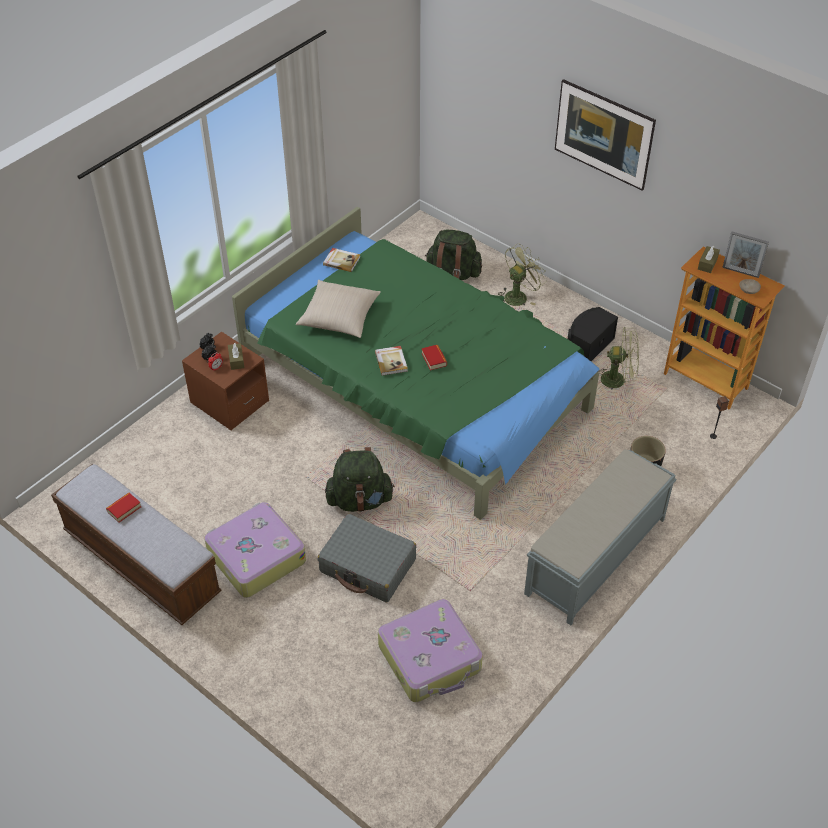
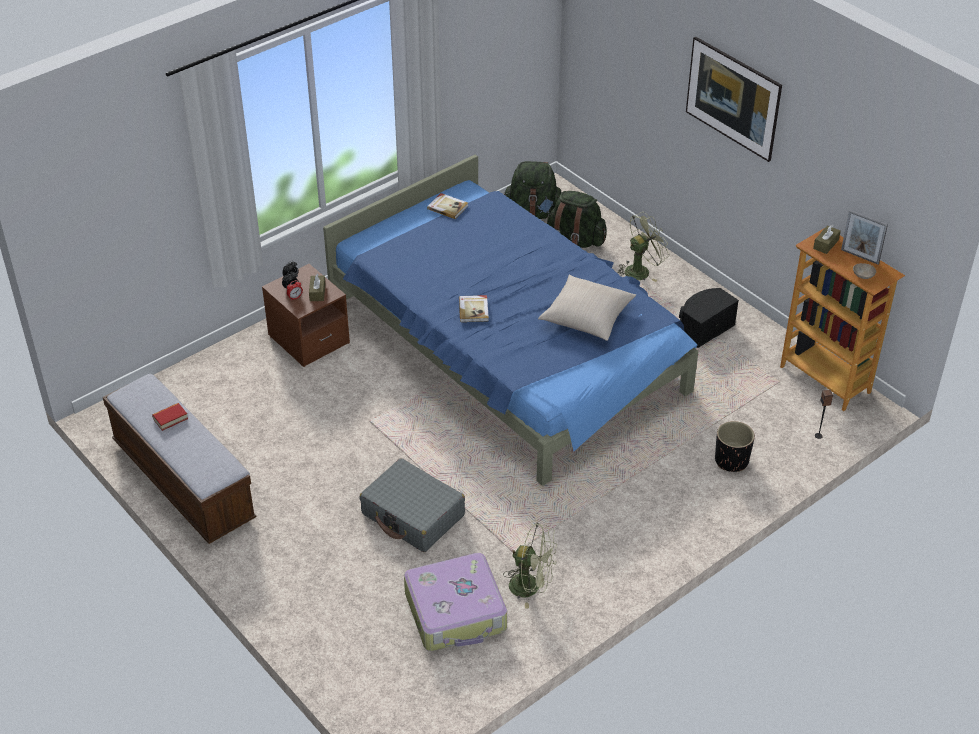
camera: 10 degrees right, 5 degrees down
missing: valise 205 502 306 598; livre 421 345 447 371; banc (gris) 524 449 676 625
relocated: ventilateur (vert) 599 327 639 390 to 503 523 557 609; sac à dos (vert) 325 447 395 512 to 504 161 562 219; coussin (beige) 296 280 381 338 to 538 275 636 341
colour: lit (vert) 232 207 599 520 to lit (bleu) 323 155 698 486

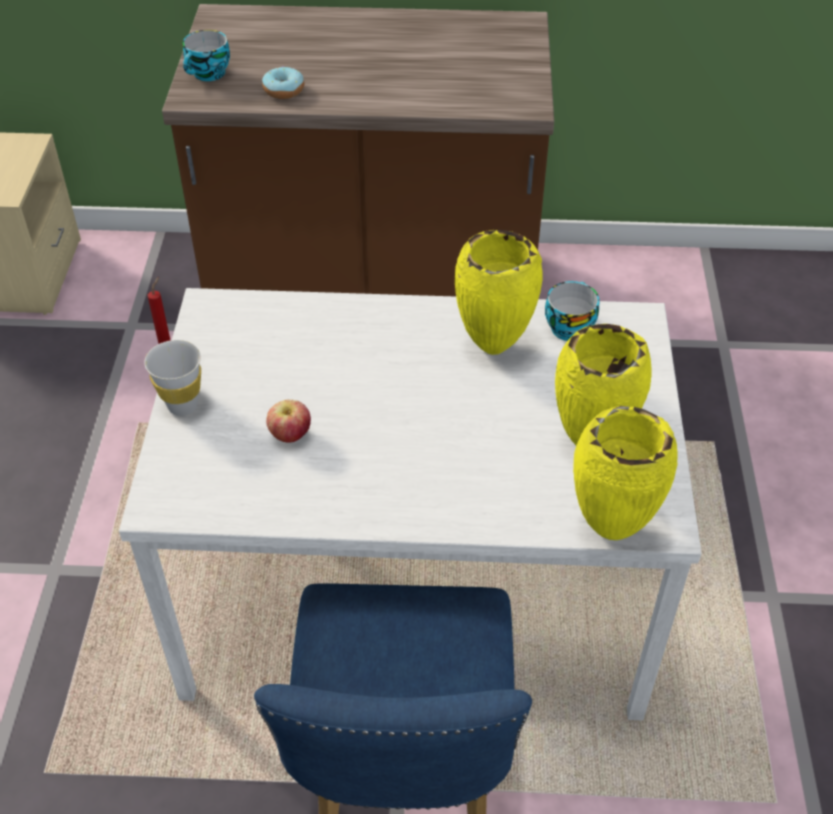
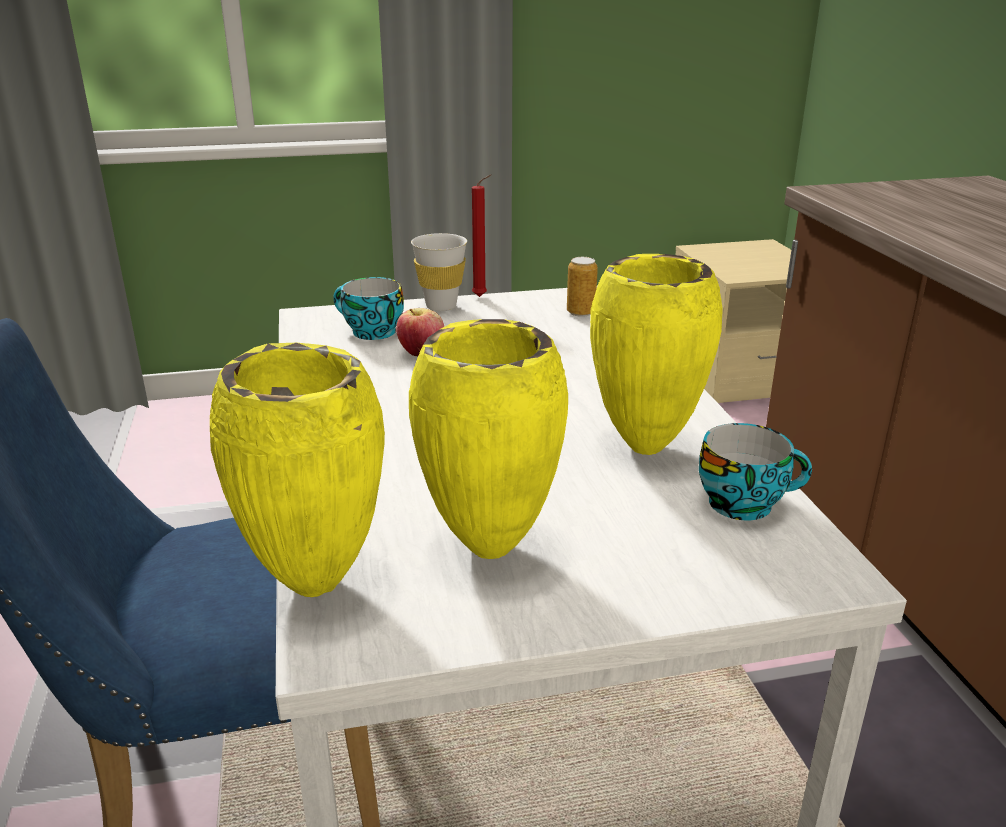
camera: 75 degrees right, 20 degrees down
missing: beignet 262 66 304 99
appeared: boîte métallique 567 257 598 317
relocated: tasse 183 30 230 81 to 333 277 404 340

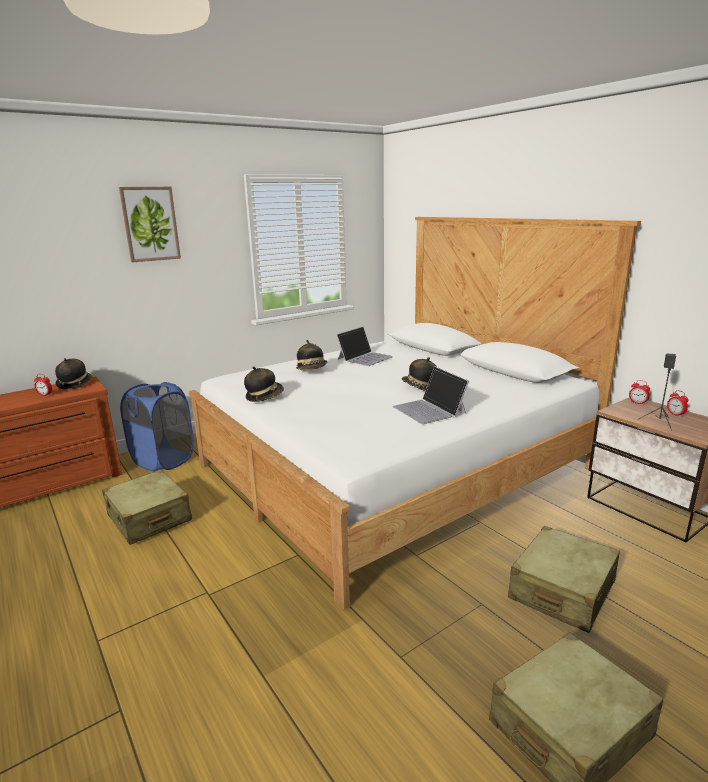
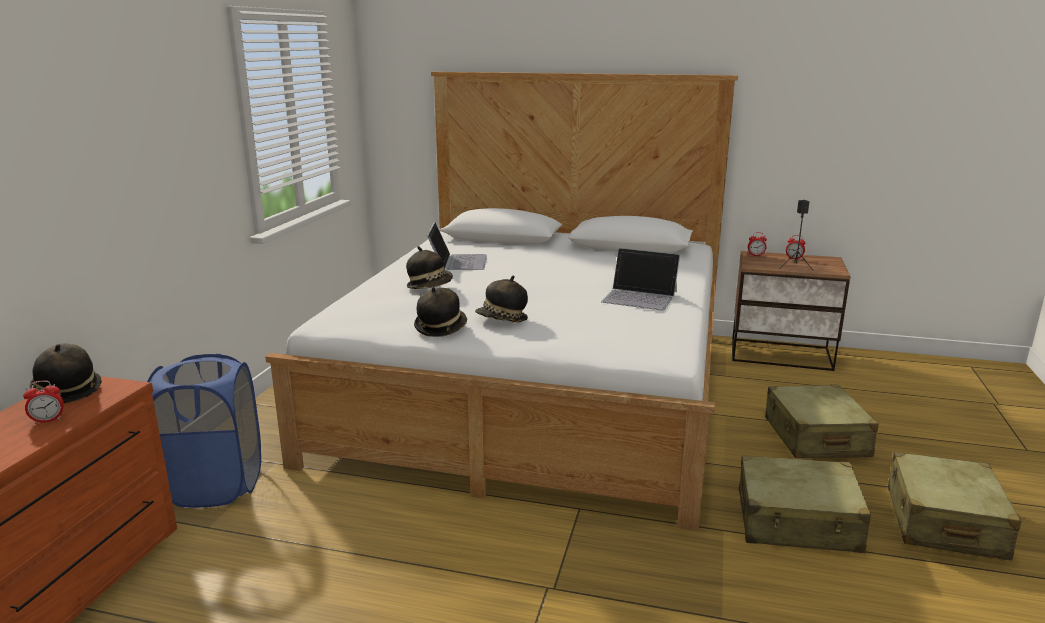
camera: 40 degrees left, 0 degrees up
missing: tableau 119 187 181 262
relocated: chapeau 402 357 437 391 to 475 275 528 323; valise (beige) 102 470 192 545 to 739 455 871 553

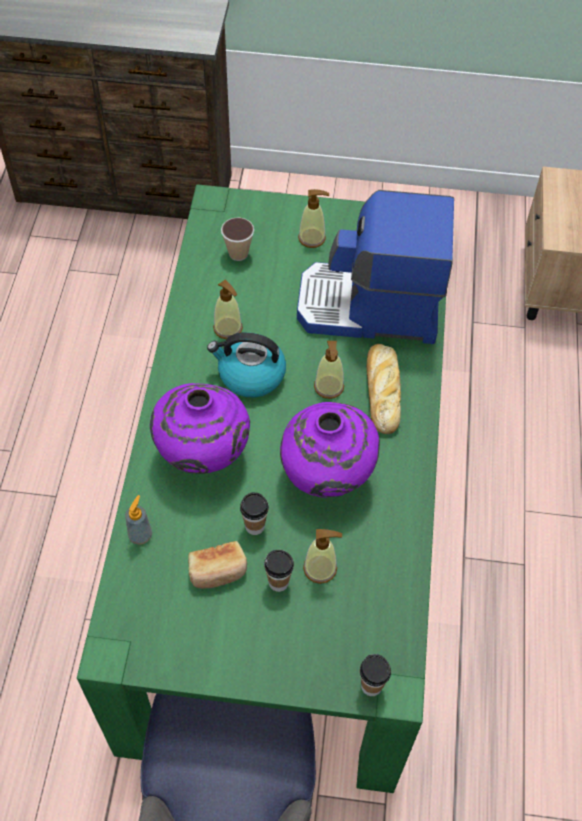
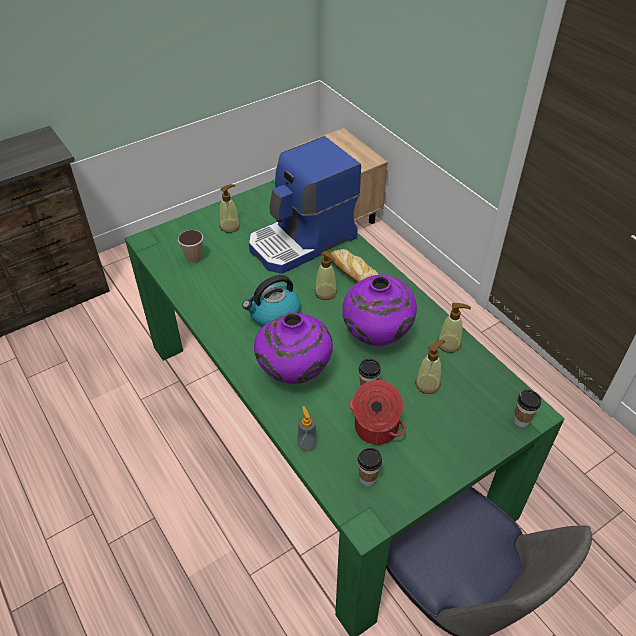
camera: 40 degrees left, 10 degrees down
relocated: tasse 264 550 294 592 to 358 448 382 486; distributeur de savon 213 280 243 339 to 437 303 471 353
exchanged: pain 188 541 247 589 to marmite 350 380 406 445

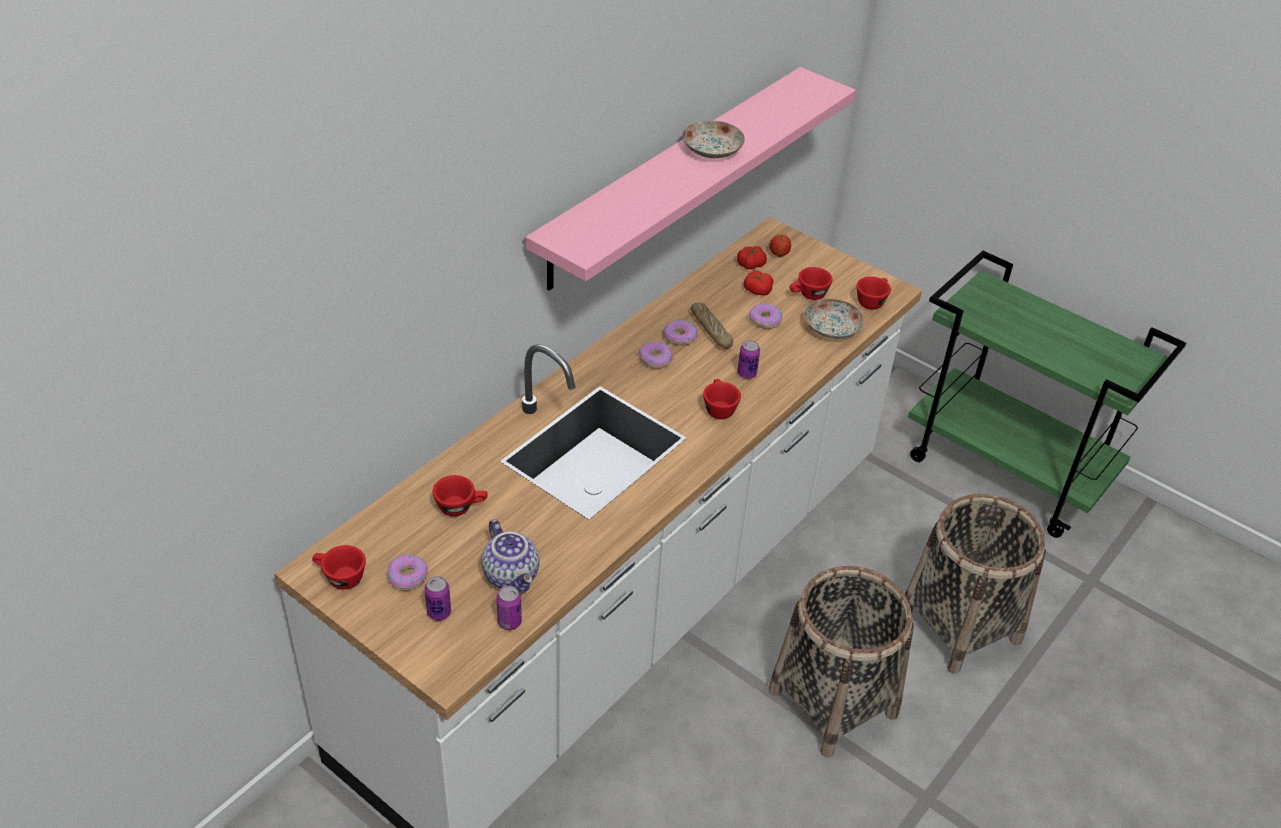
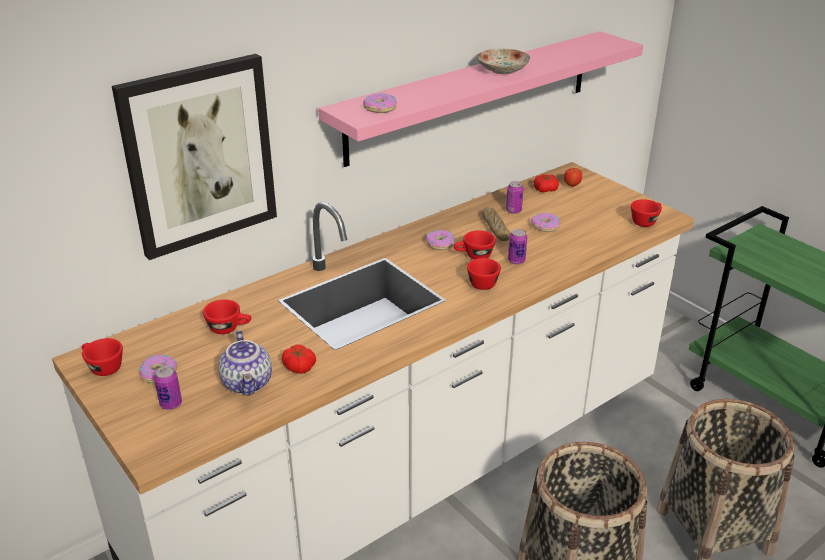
camera: 15 degrees right, 10 degrees down
missing: assiette 804 299 864 339
appeared: tableau 112 54 277 260
relocated: tomate 744 271 773 296 to 282 344 316 374; beignet 664 320 698 345 to 363 93 397 113; tasse (rouge) 790 267 833 300 to 454 230 496 259; boîte métallique 496 586 522 630 to 506 181 524 214

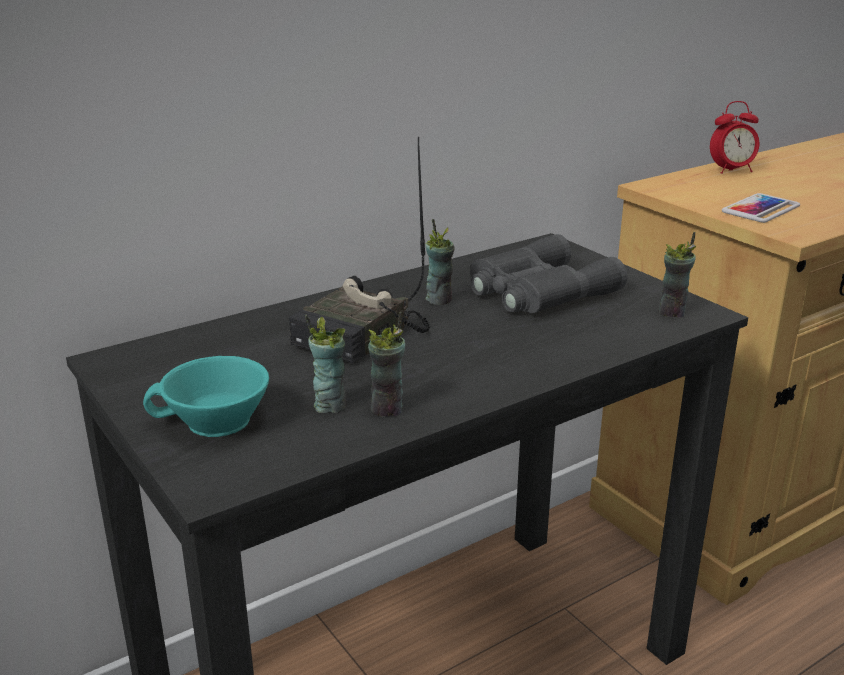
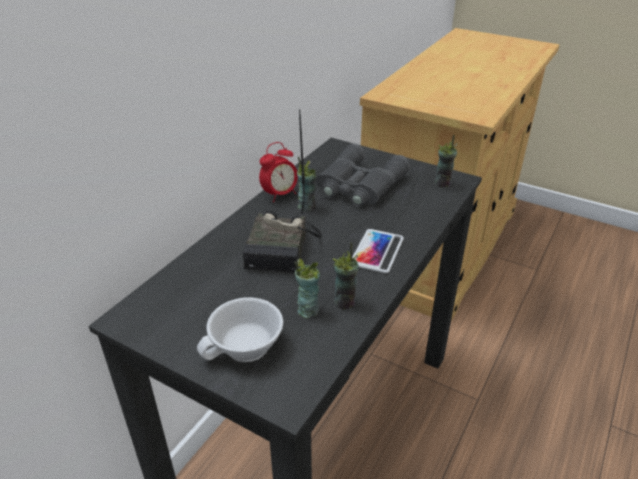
camera: 25 degrees left, 10 degrees up
relocated: réveil 710 101 759 174 to 259 142 298 202; téléphone 722 193 800 223 to 352 229 404 273
colour: tasse (turquoise) 143 356 269 437 to tasse (blanc) 197 297 283 362

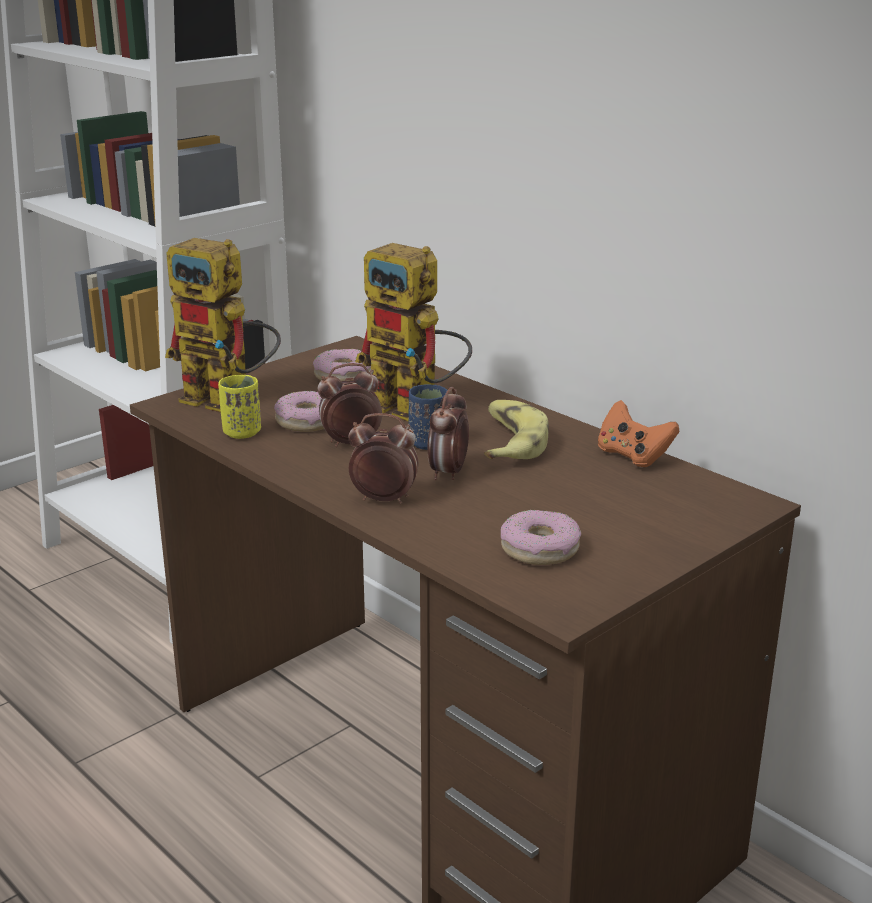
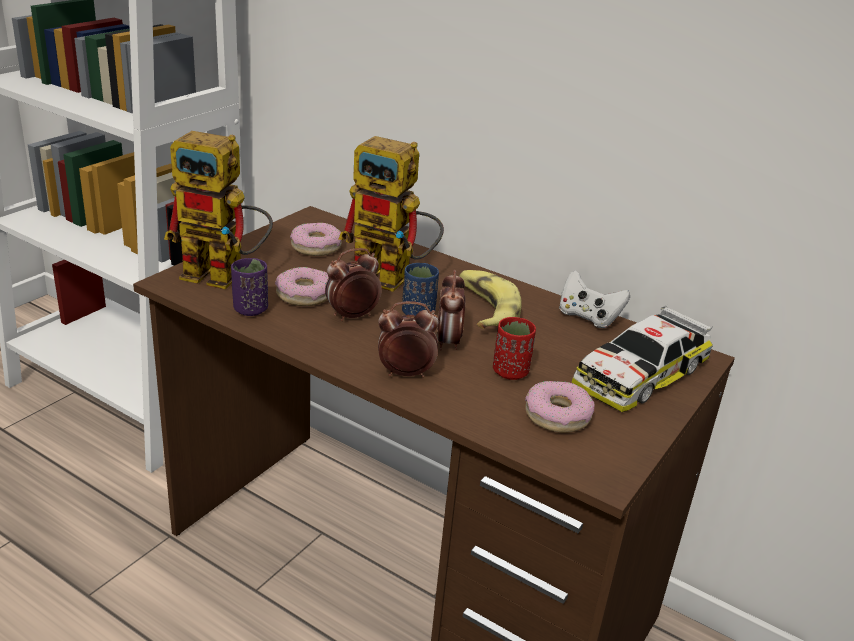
camera: 15 degrees left, 5 degrees up
appeared: tasse (rouge) 493 317 536 380; petite voiture 572 305 713 412
colour: tasse (jaune) 218 375 261 439 to tasse (violet) 231 258 268 316; manette (orange) 598 400 679 467 to manette (blanc) 559 270 630 328

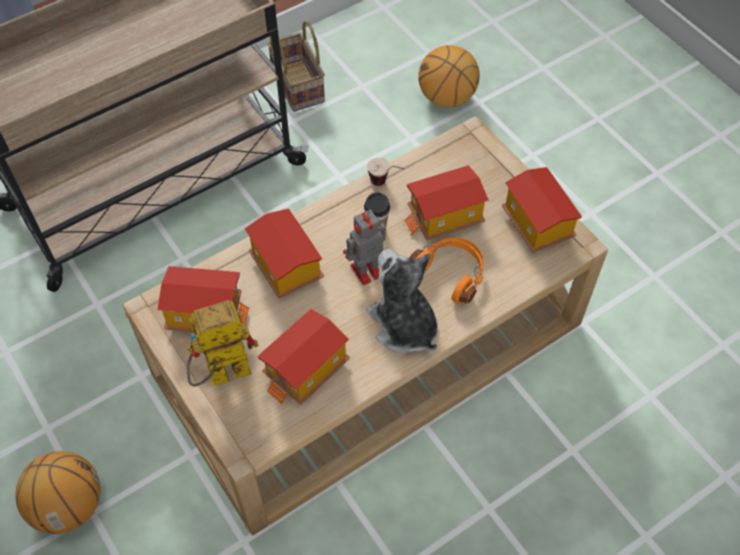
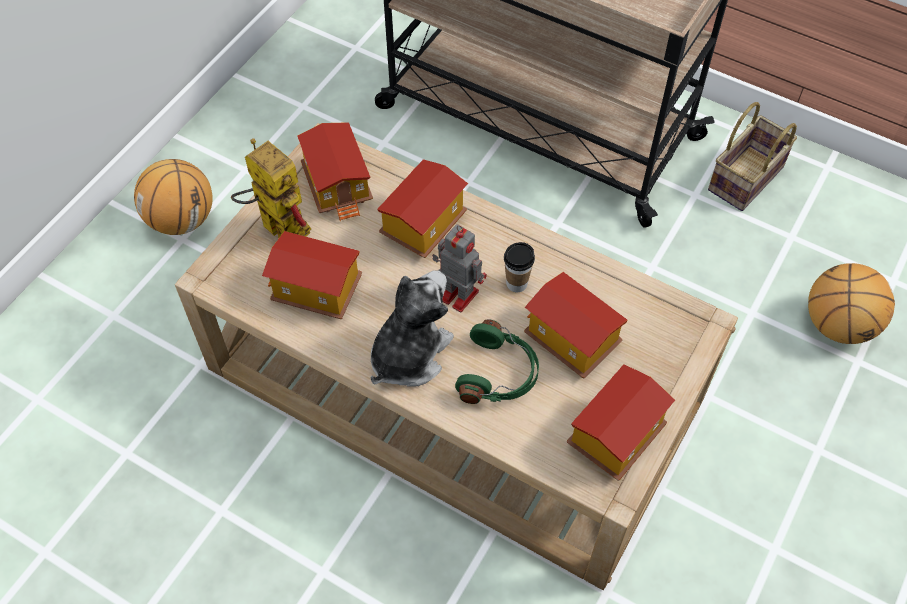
camera: 65 degrees right, 0 degrees up
missing: tasse 367 158 405 186
colour: casque audio (orange) 410 238 483 304 to casque audio (vert) 455 319 539 404

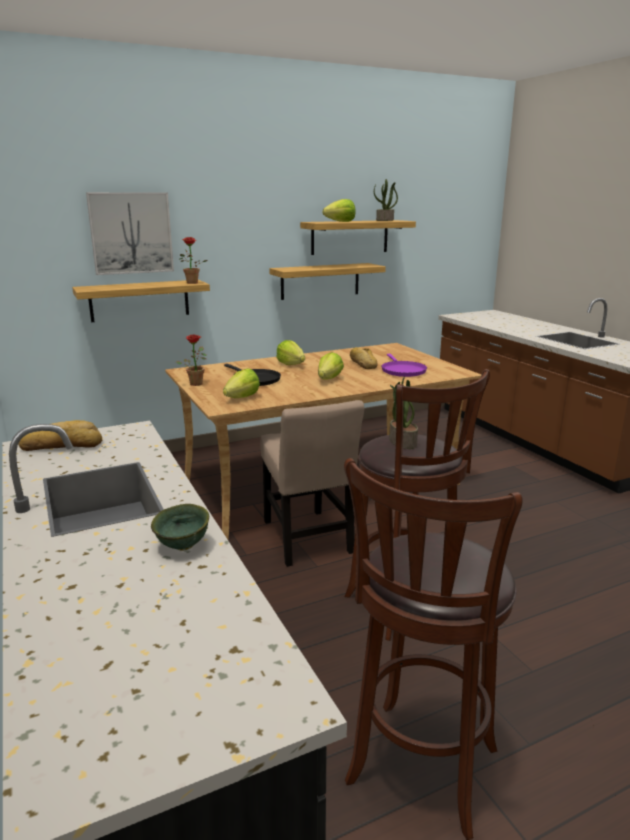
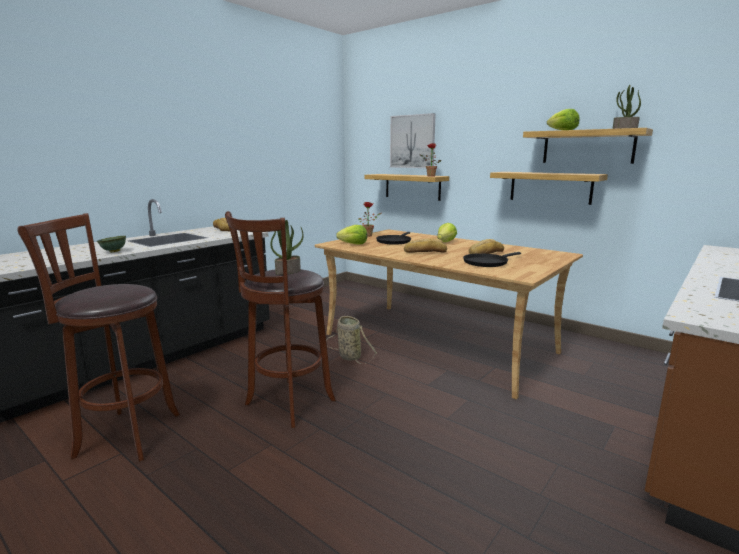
camera: 65 degrees right, 5 degrees down
exchanged: chaise (beige) 260 400 364 567 to panier 326 316 377 364; laitue 318 352 344 380 to pain 404 238 447 253
colour: poêle (violet) 382 354 427 377 to poêle (noir) 463 252 521 267

